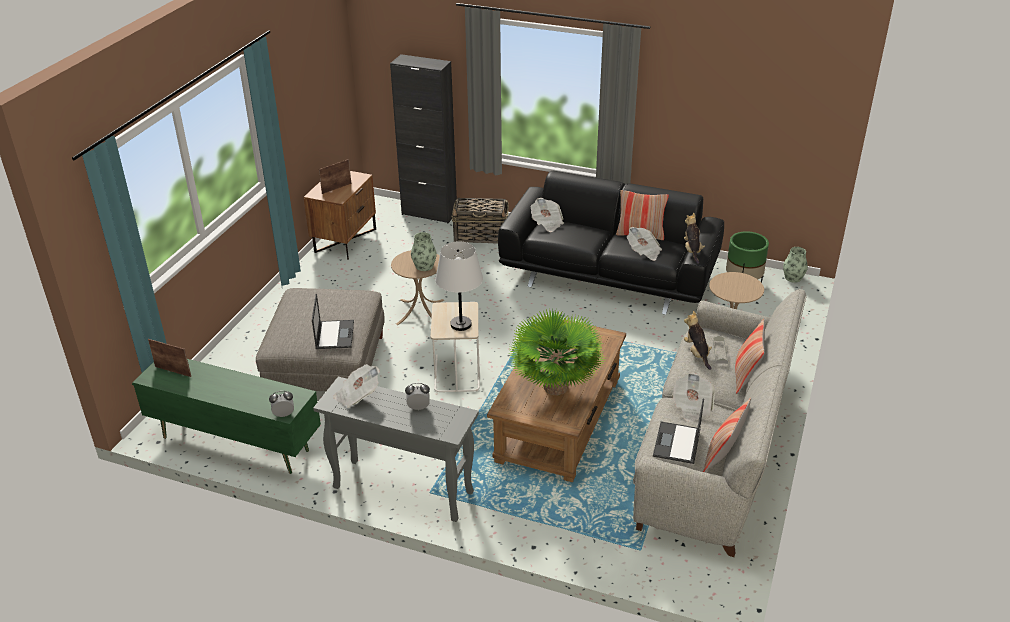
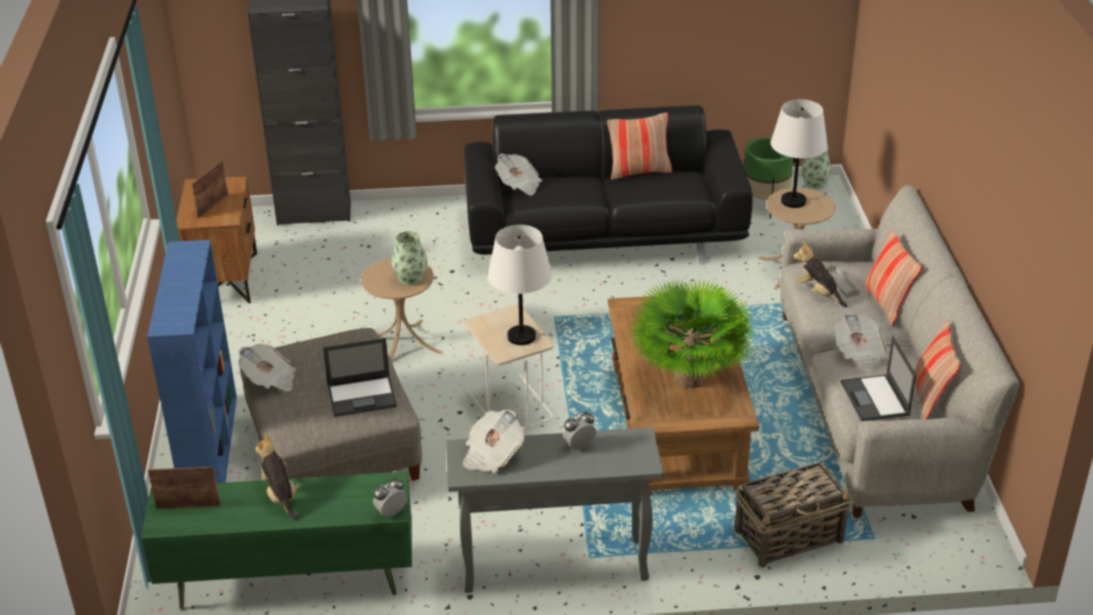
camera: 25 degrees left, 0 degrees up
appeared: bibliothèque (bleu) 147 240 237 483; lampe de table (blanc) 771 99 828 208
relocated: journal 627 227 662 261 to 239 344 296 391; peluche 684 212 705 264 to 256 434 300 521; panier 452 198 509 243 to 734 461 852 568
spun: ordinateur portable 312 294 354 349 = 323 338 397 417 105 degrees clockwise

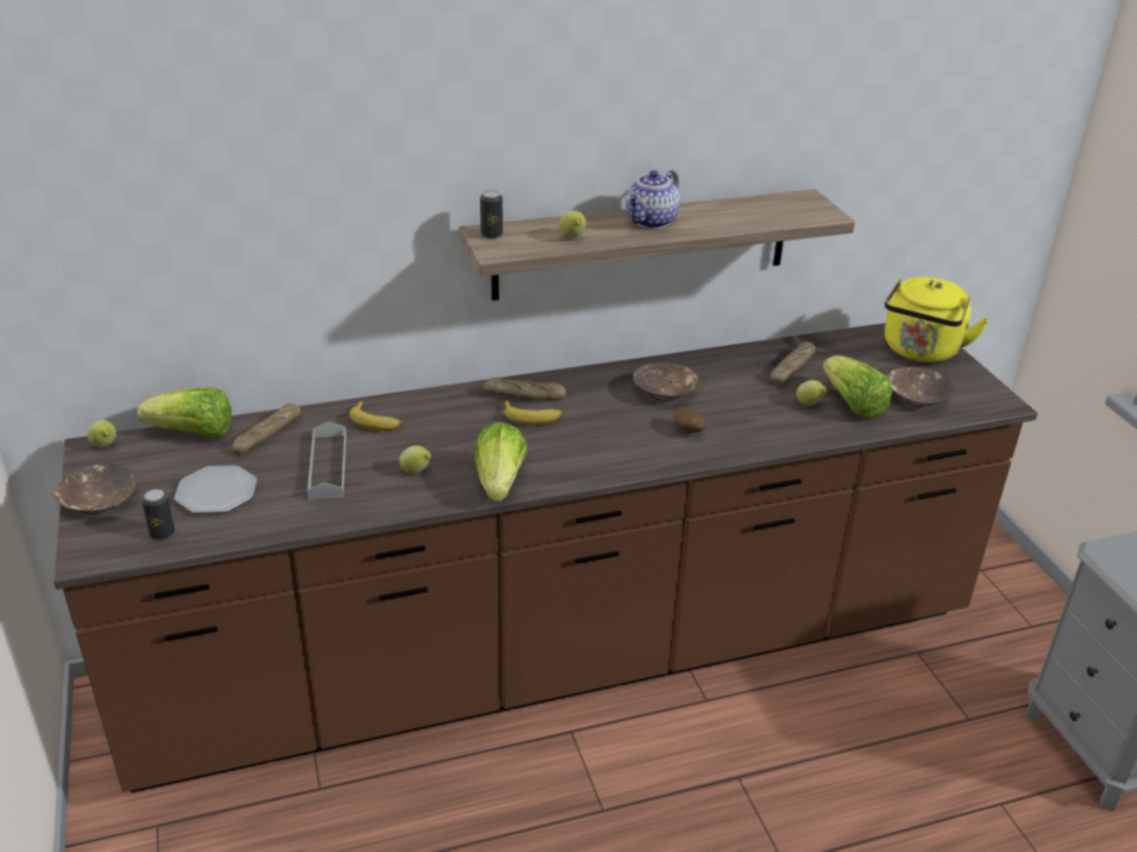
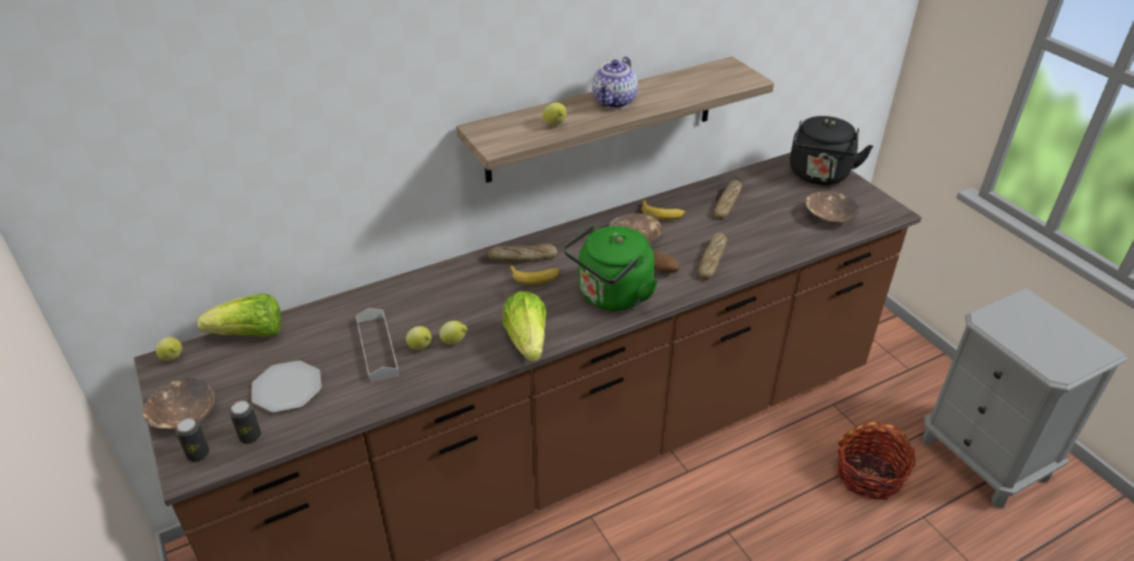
camera: 10 degrees left, 5 degrees up
missing: laitue 823 355 892 419
appeared: bouilloire (vert) 564 225 658 311; panier 837 422 916 500
relocated: boîte métallique 480 190 503 239 to 175 418 209 462; citron 796 380 827 406 to 406 326 431 350; banane 349 400 403 431 to 641 199 686 220; pain 232 403 301 455 to 698 233 727 279
colour: bouilloire (jaune) 885 277 989 362 to bouilloire (noir) 790 116 873 185

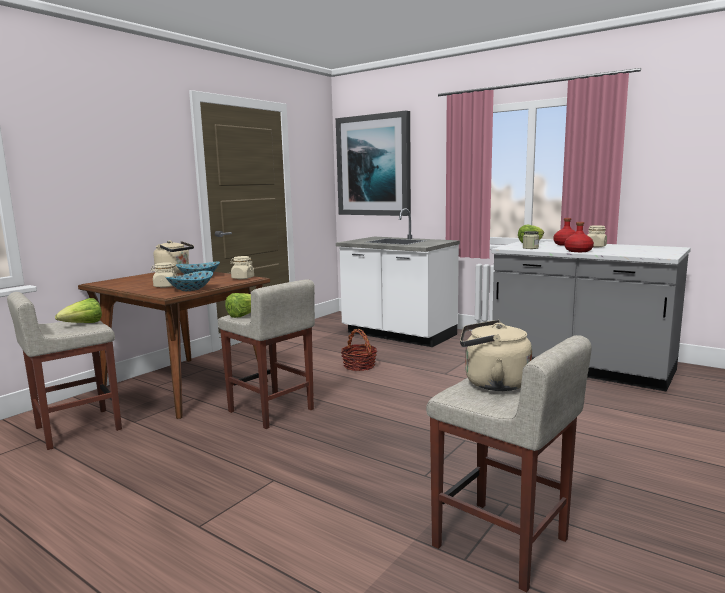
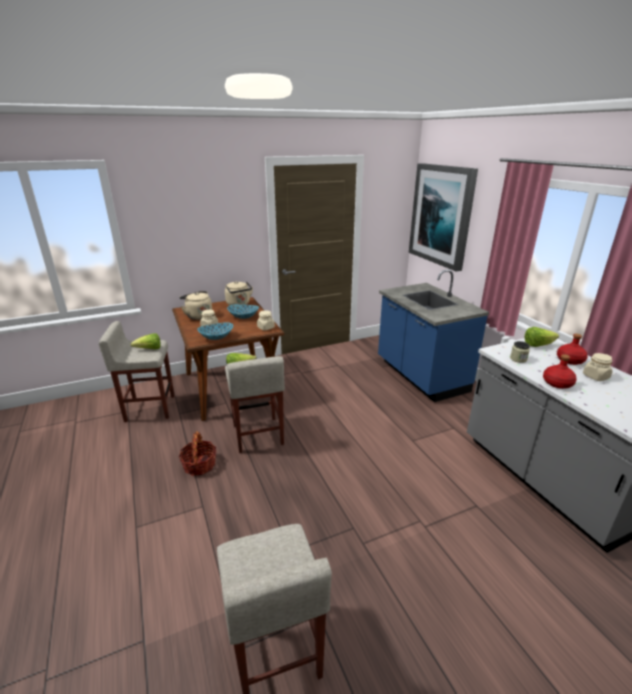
camera: 30 degrees right, 15 degrees up
relocated: panier 341 329 377 371 to 178 431 216 476; bouilloire (beige) 460 320 532 391 to 180 291 212 320
colour: comptoir de cuisine (blanc) 336 208 460 347 to comptoir de cuisine (bleu) 378 269 489 402

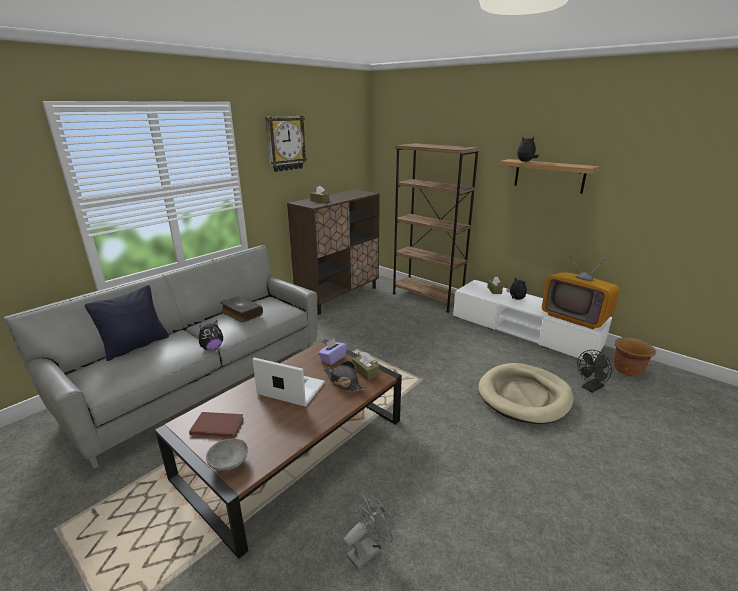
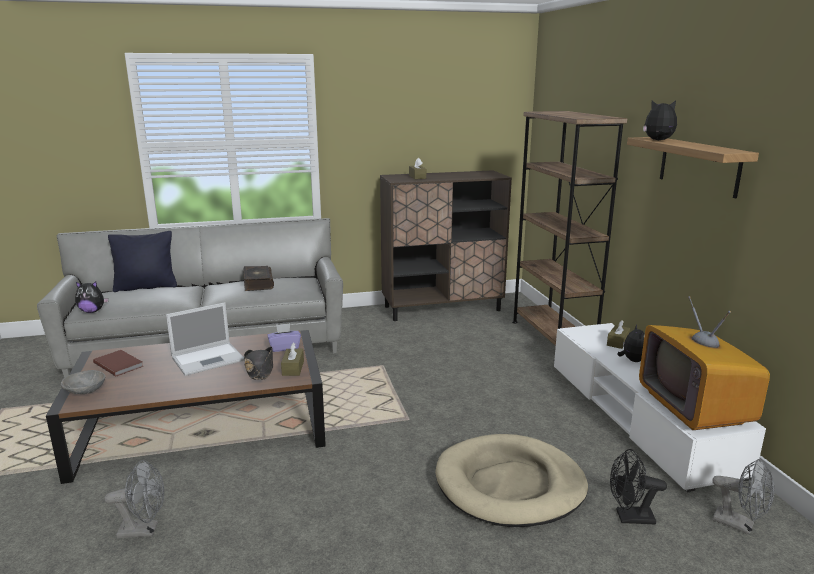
camera: 35 degrees right, 5 degrees down
missing: horloge murale 265 116 307 172
relocated: peluche 199 321 223 350 to 75 281 109 313
exchanged: cache-pot (marron) 614 337 656 377 to ventilateur (gris) 713 459 774 535
spun: ordinateur portable 252 358 325 407 = 166 302 245 376 90 degrees clockwise

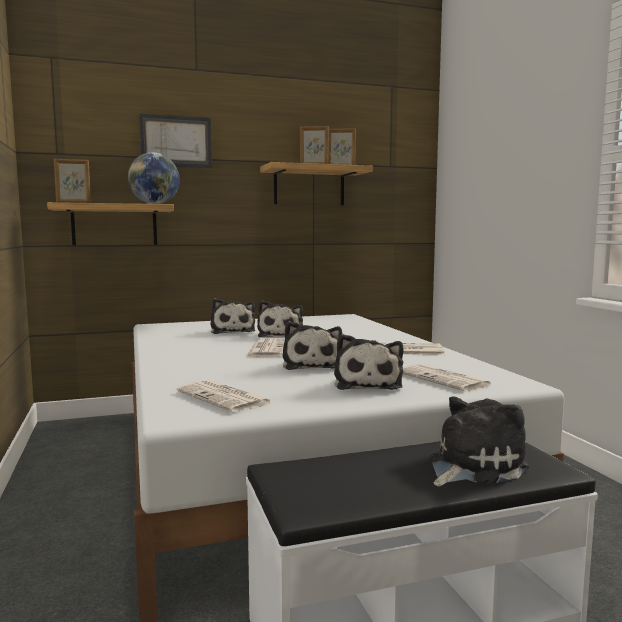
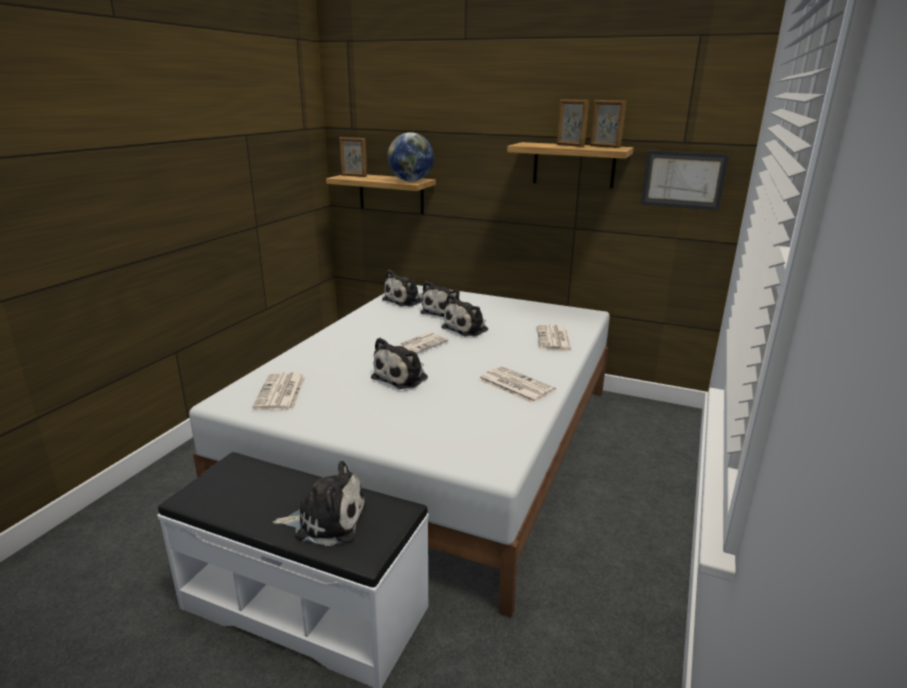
camera: 40 degrees right, 15 degrees up
relocated: peluche 334 334 404 390 to 382 270 423 307; journal 403 364 491 391 to 537 324 572 351; tableau 139 114 212 168 to 641 150 729 211

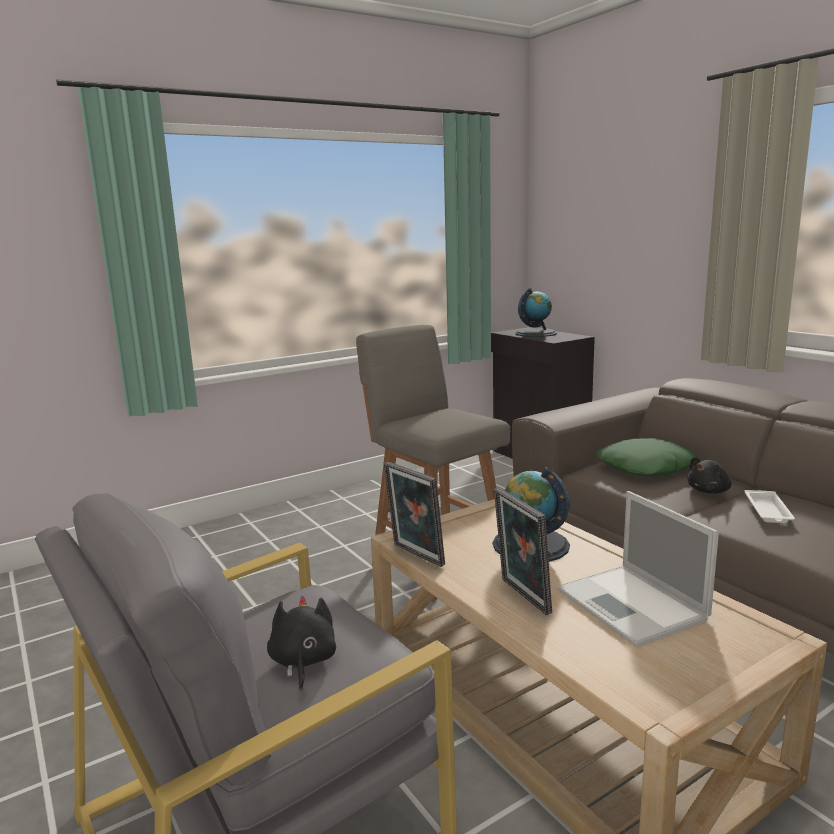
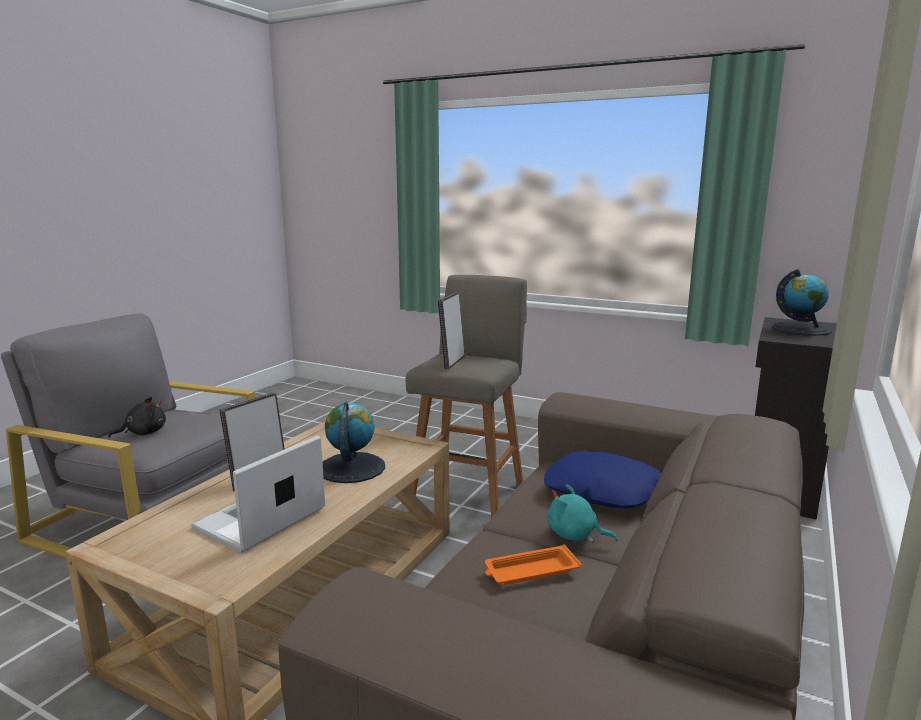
camera: 60 degrees right, 0 degrees up
relocated: cadre photo 384 462 445 567 to 438 292 465 369
colour: plateau (blanc) 744 490 795 523 to plateau (orange) 485 544 581 585; coussin (vert) 596 438 699 476 to coussin (bleu) 544 451 661 508; peluche (noir) 687 457 732 493 to peluche (turquoise) 547 484 617 543

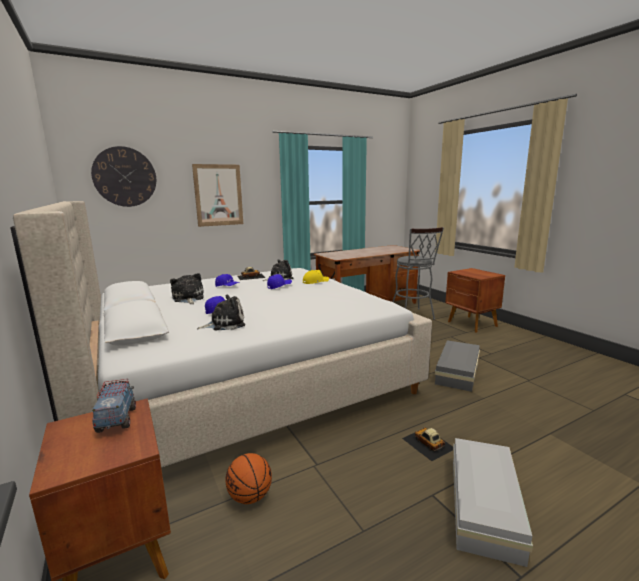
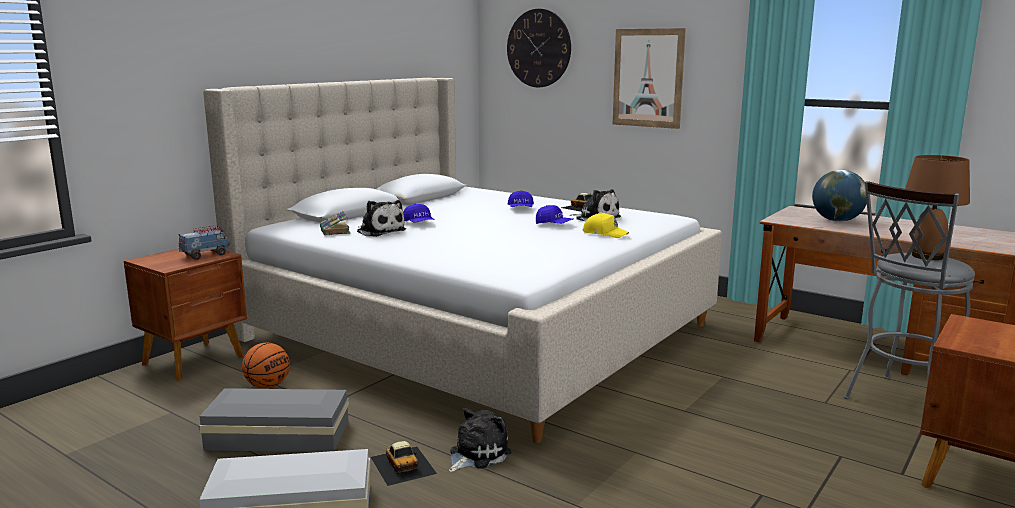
camera: 65 degrees right, 0 degrees up
appeared: livre 320 211 350 235; globe 812 170 867 222; lampe de table (marron) 905 155 970 260
relocated: boîte de rangement (gris) 435 340 480 392 to 199 388 349 452; peluche 170 273 204 304 to 449 408 512 472
spun: petite voiture 402 427 453 462 = 371 441 437 486 120 degrees clockwise

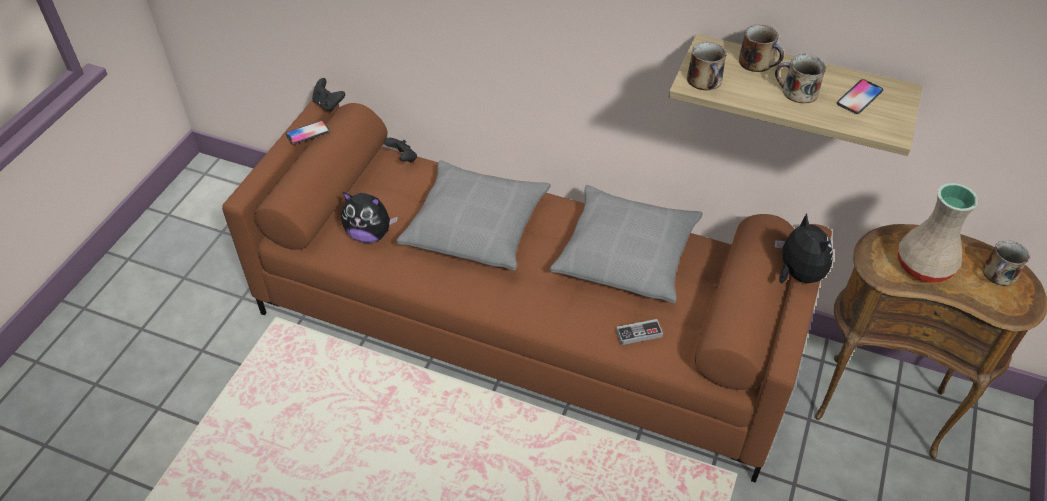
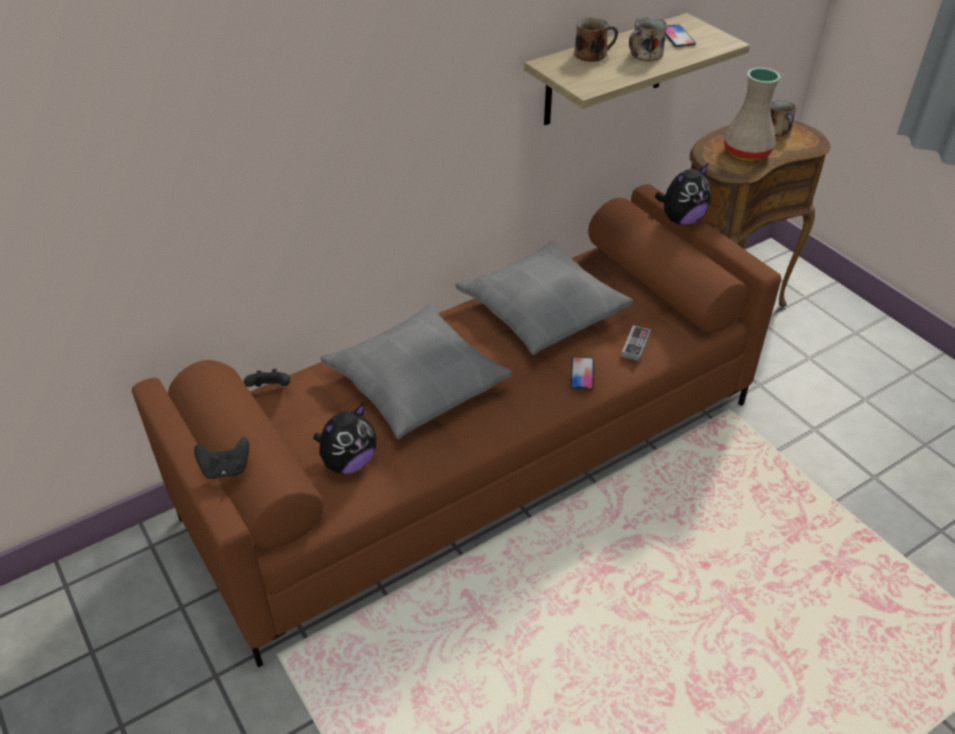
camera: 55 degrees left, 5 degrees down
missing: mug 687 42 727 90
relocated: manette (noir) 312 78 345 112 to 194 437 249 479; téléphone 286 121 329 144 to 571 357 594 391
spun: peluche 774 213 833 283 = 655 164 711 225 135 degrees clockwise

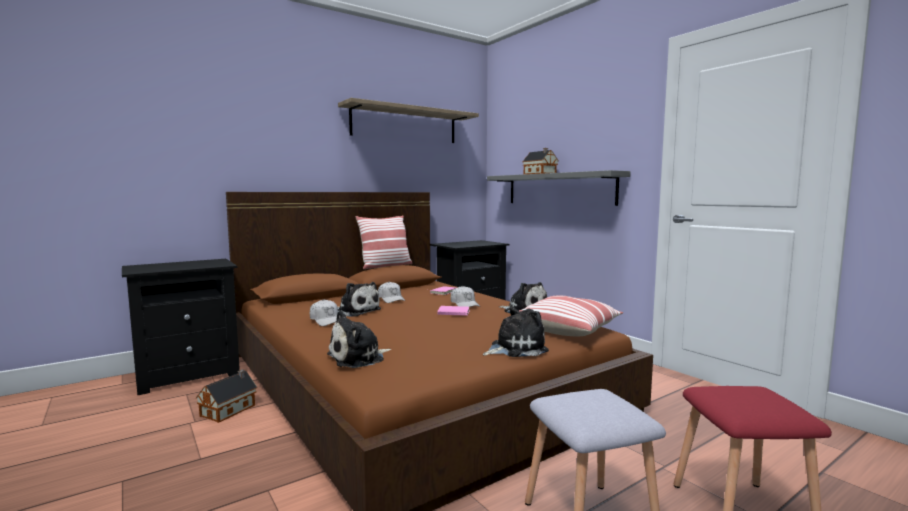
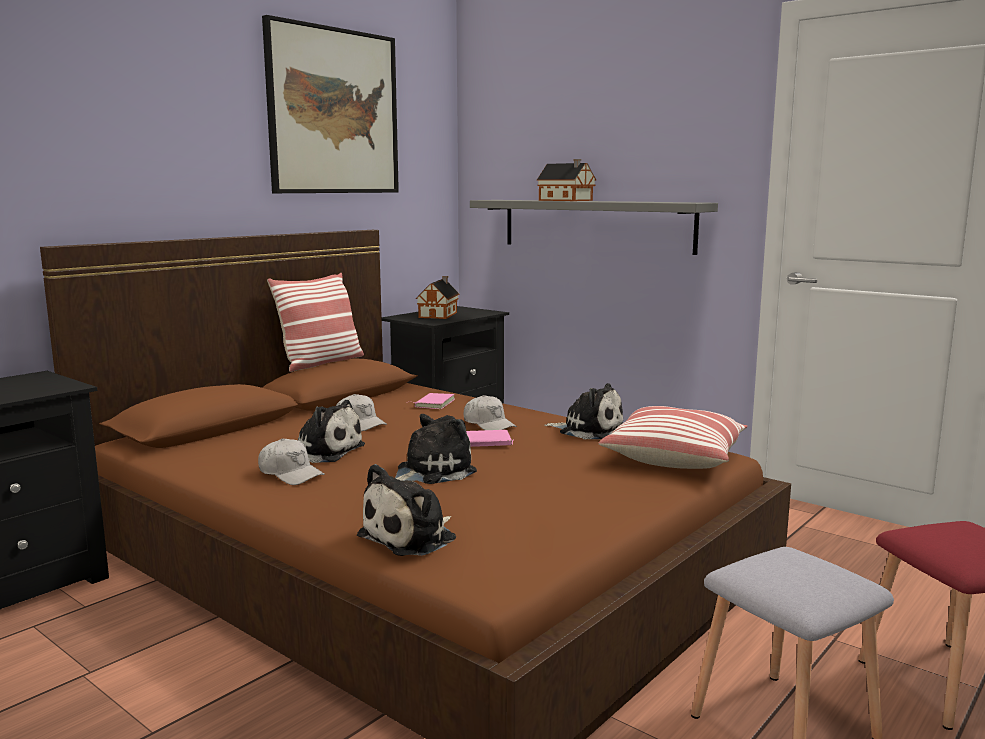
camera: 15 degrees left, 5 degrees up
relocated: peluche 483 307 549 357 to 395 414 477 484; maison miniature 196 369 257 423 to 416 276 460 319
exchanged: étagère 338 98 479 143 to tableau 262 15 399 193

